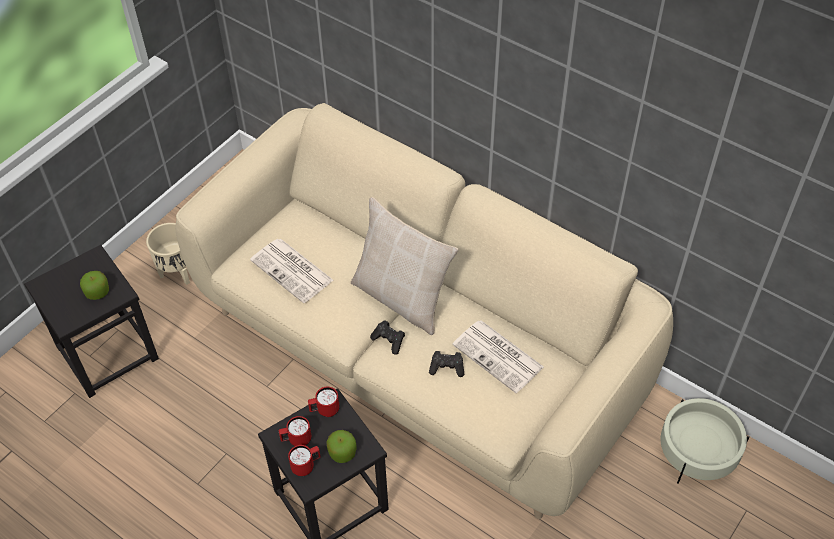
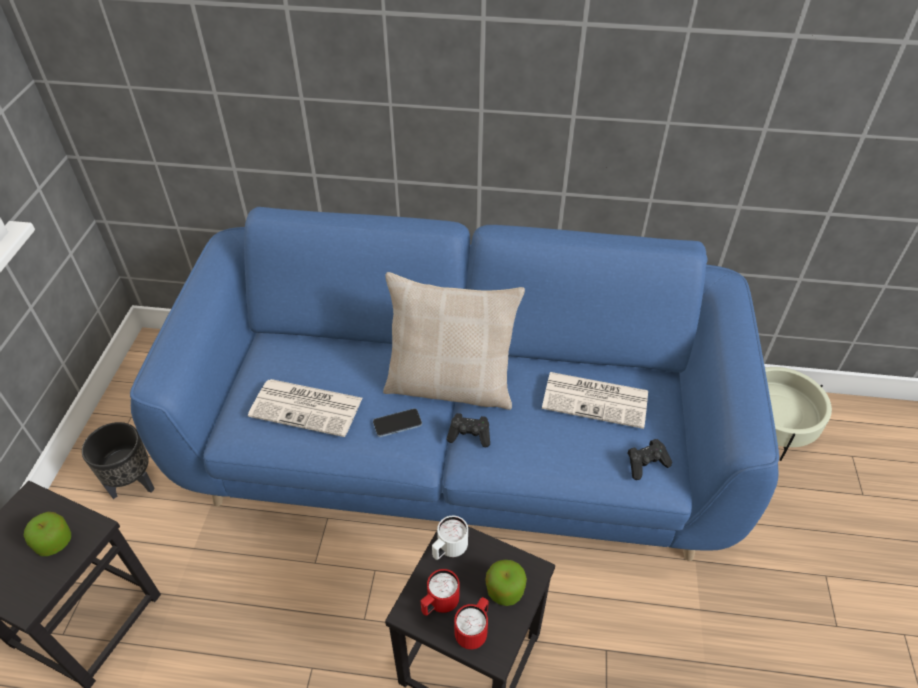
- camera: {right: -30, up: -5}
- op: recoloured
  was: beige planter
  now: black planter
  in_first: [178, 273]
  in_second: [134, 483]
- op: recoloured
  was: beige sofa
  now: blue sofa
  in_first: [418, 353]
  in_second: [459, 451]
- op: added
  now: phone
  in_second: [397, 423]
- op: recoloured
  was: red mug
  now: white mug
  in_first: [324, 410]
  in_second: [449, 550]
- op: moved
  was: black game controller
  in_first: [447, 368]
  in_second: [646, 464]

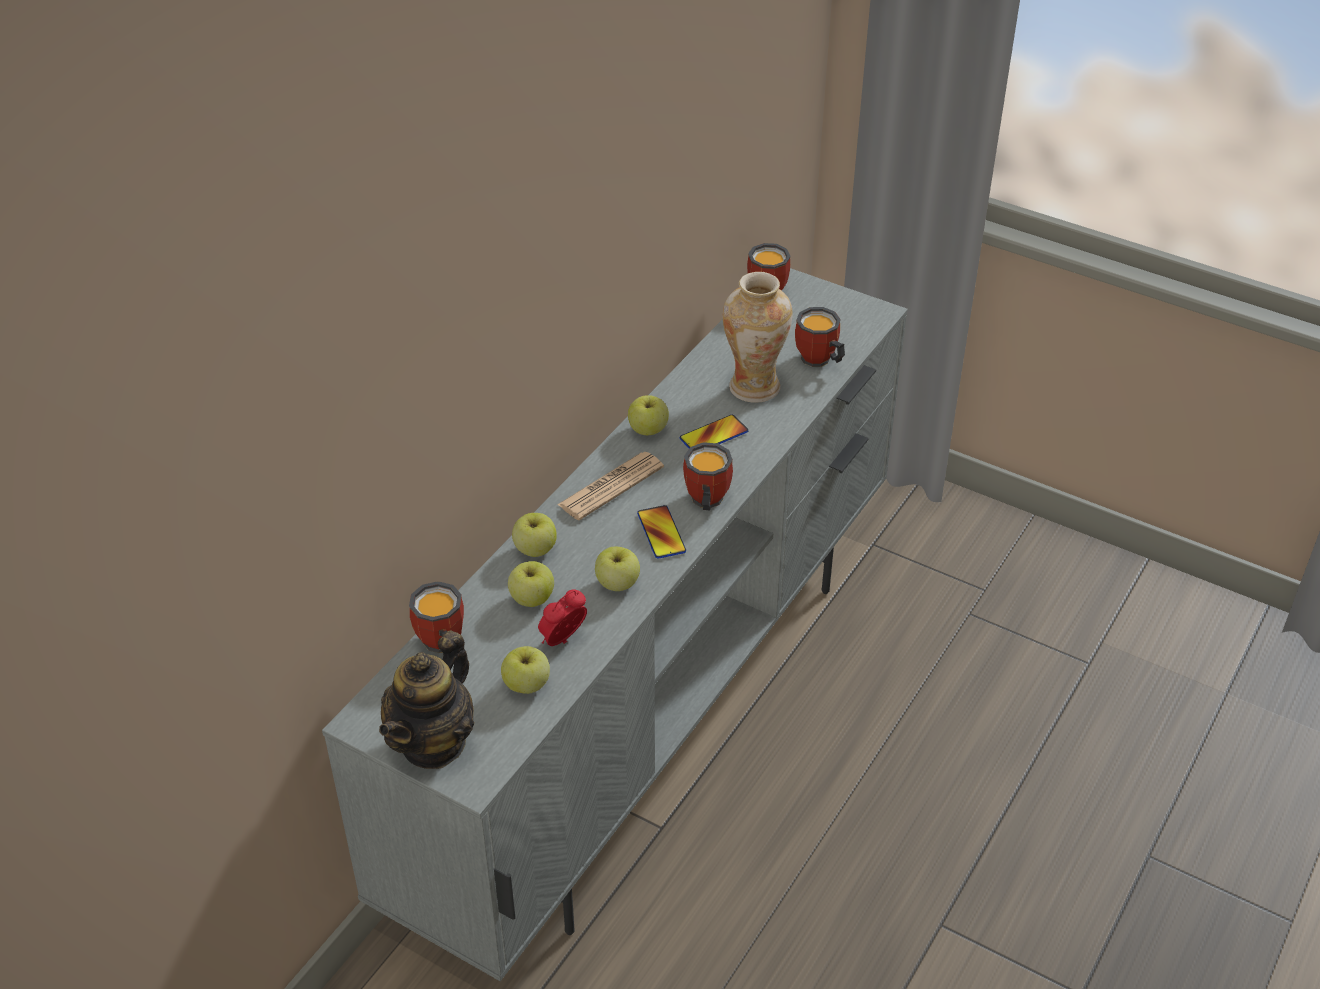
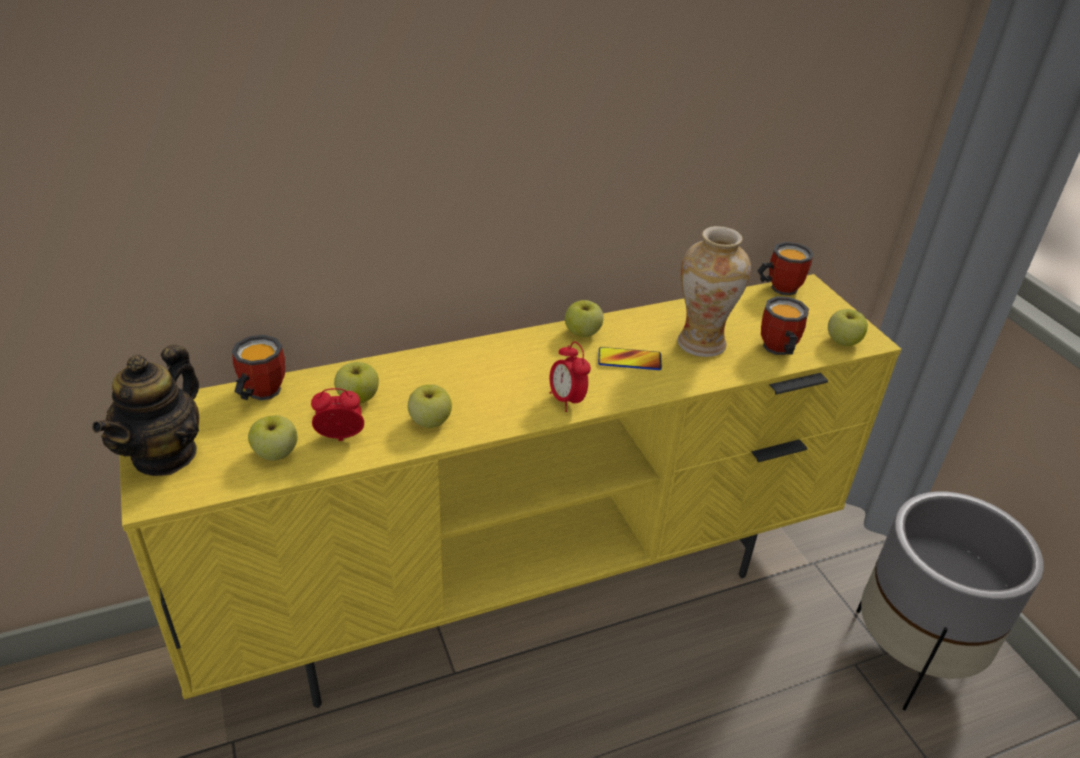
- camera: {right: 35, up: -5}
- op: turned
  was: teapot
  in_first: [433, 742]
  in_second: [165, 454]
  clockwise: -45
- op: recoloured
  was: grey tv stand
  now: yellow tv stand
  in_first: [656, 717]
  in_second: [529, 590]
- op: replaced
  was: mug
  now: alarm clock
  in_first: [704, 501]
  in_second: [567, 400]
- op: moved
  was: apple
  in_first: [535, 549]
  in_second: [842, 341]
- op: added
  now: grey planter
  in_second: [910, 655]
- op: removed
  was: newspaper
  in_first: [611, 486]
- op: removed
  was: phone
  in_first: [661, 533]

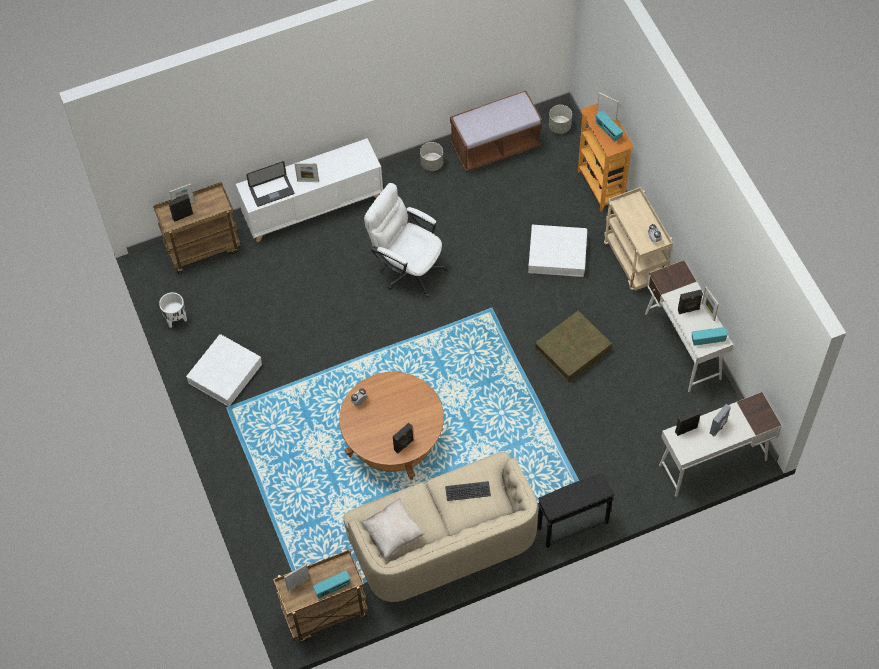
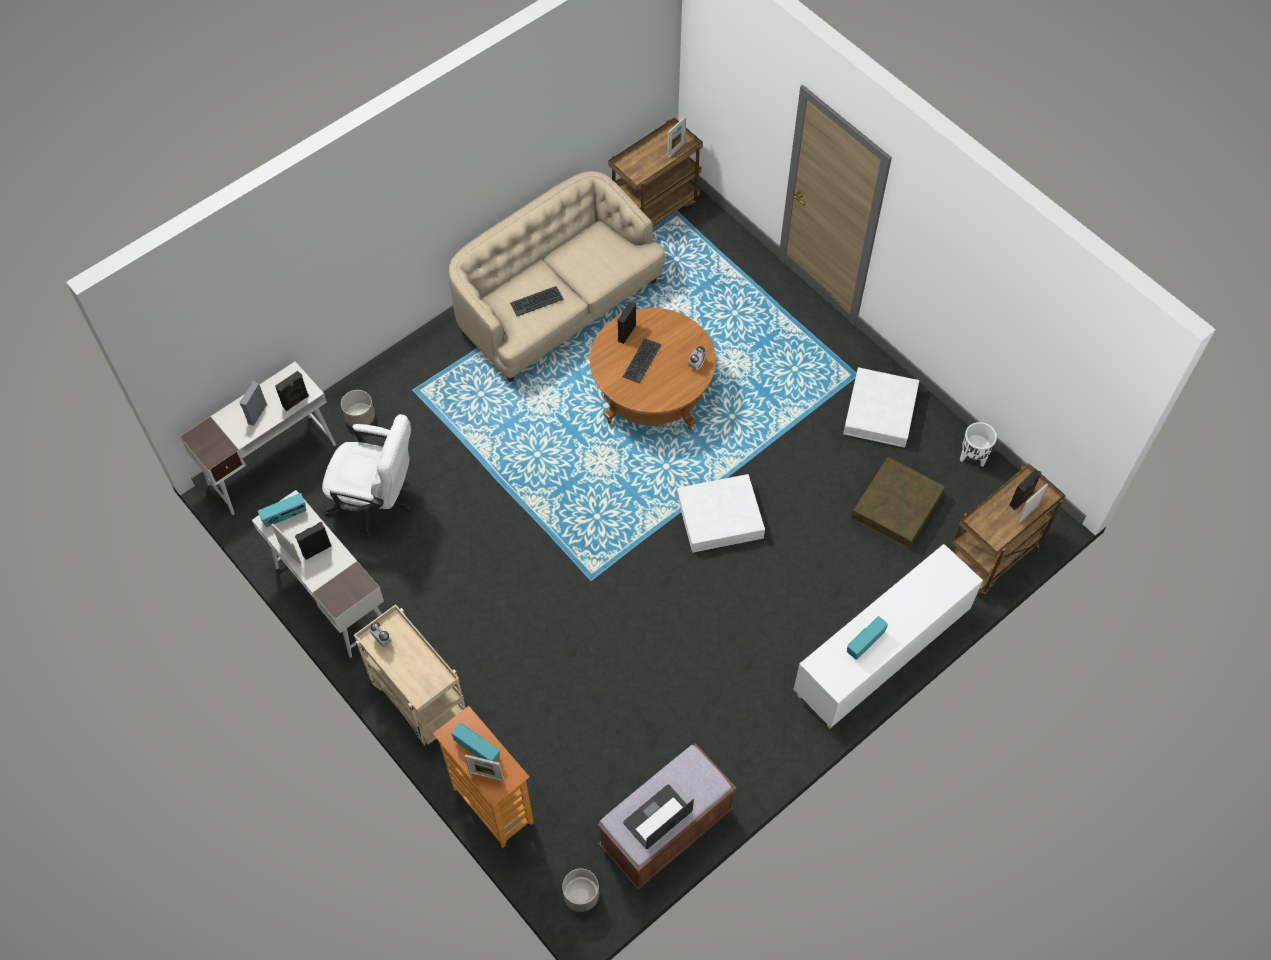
- camera: {right: 160, up: 0}
- op: moved
  was: white office chair
  in_first: [407, 268]
  in_second: [377, 503]
- op: moved
  was: grey planter
  in_first: [432, 163]
  in_second: [360, 418]
- op: added
  now: keyboard
  in_second: [641, 360]
- op: moved
  was: laptop
  in_first: [271, 191]
  in_second: [657, 817]
- op: moved
  was: white storage box
  in_first: [557, 254]
  in_second: [720, 517]
- op: moved
  was: radio
  in_first: [332, 588]
  in_second: [864, 643]
- op: moved
  was: brown storage box
  in_first: [573, 350]
  in_second: [896, 507]
- op: removed
  was: picture frame
  in_first: [308, 181]
- op: removed
  was: beige pillow
  in_first: [393, 533]
- op: removed
  was: black side table
  in_first: [572, 525]

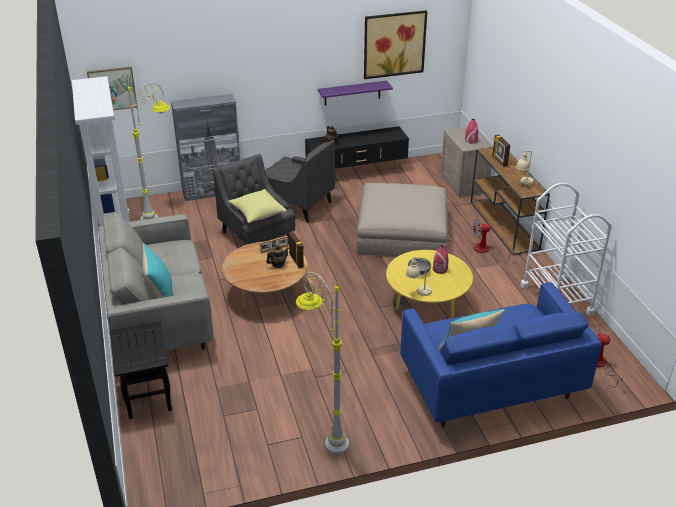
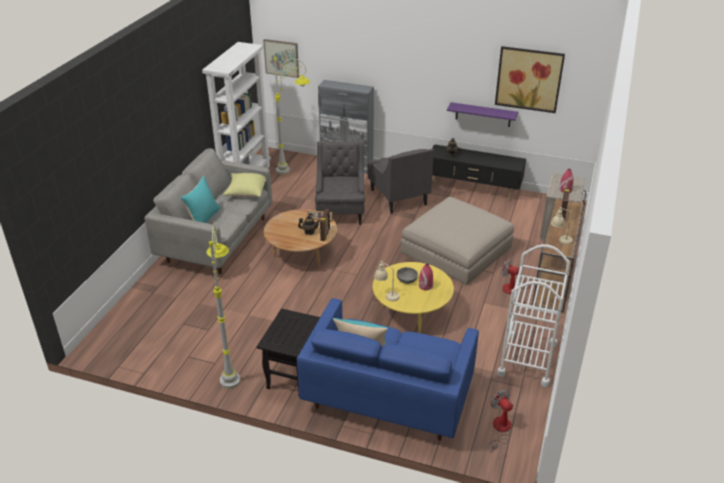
- camera: {right: 35, up: 0}
- op: moved
  was: yellow pillow
  in_first: [257, 213]
  in_second: [246, 191]
- op: moved
  was: black side table
  in_first: [146, 394]
  in_second: [293, 374]

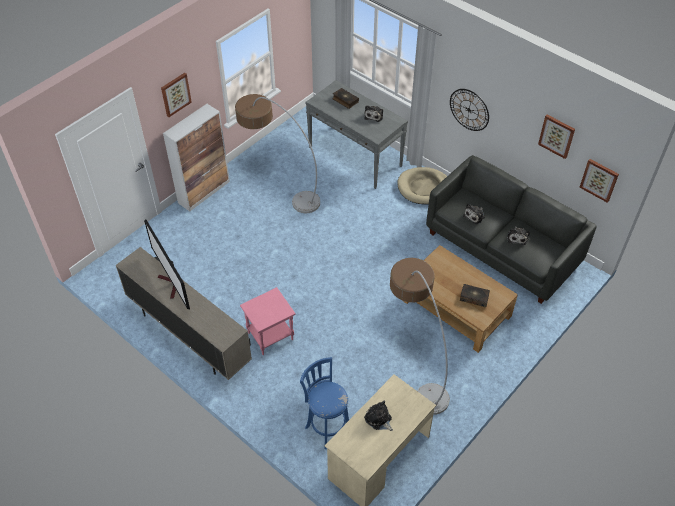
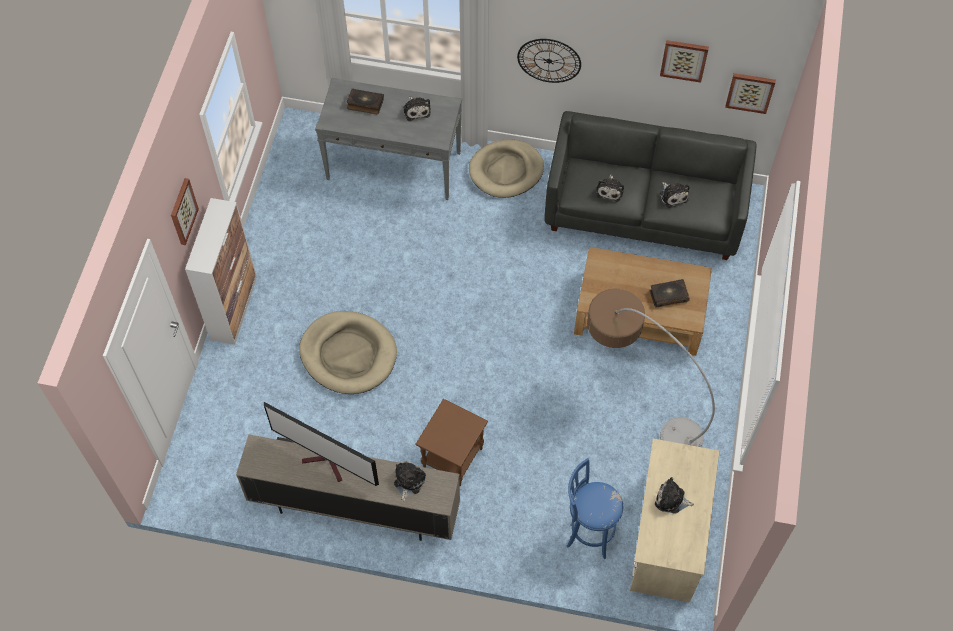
- camera: {right: -30, up: 10}
- op: added
  now: beige dog bed
  in_second: [348, 354]
- op: added
  now: plush toy
  in_second: [408, 481]
- op: recoloured
  was: pink side table
  now: brown side table
  in_first: [270, 337]
  in_second: [453, 459]
- op: removed
  was: floor lamp
  in_first: [278, 184]

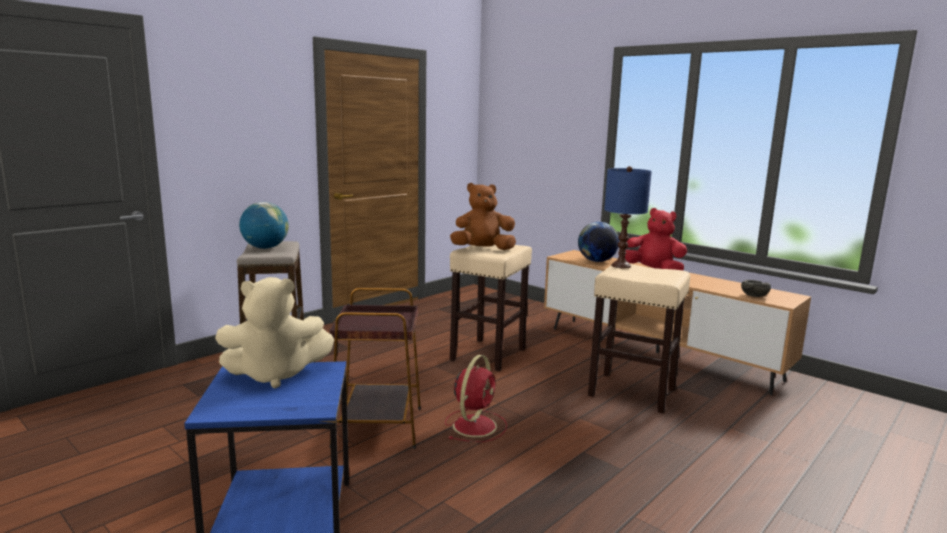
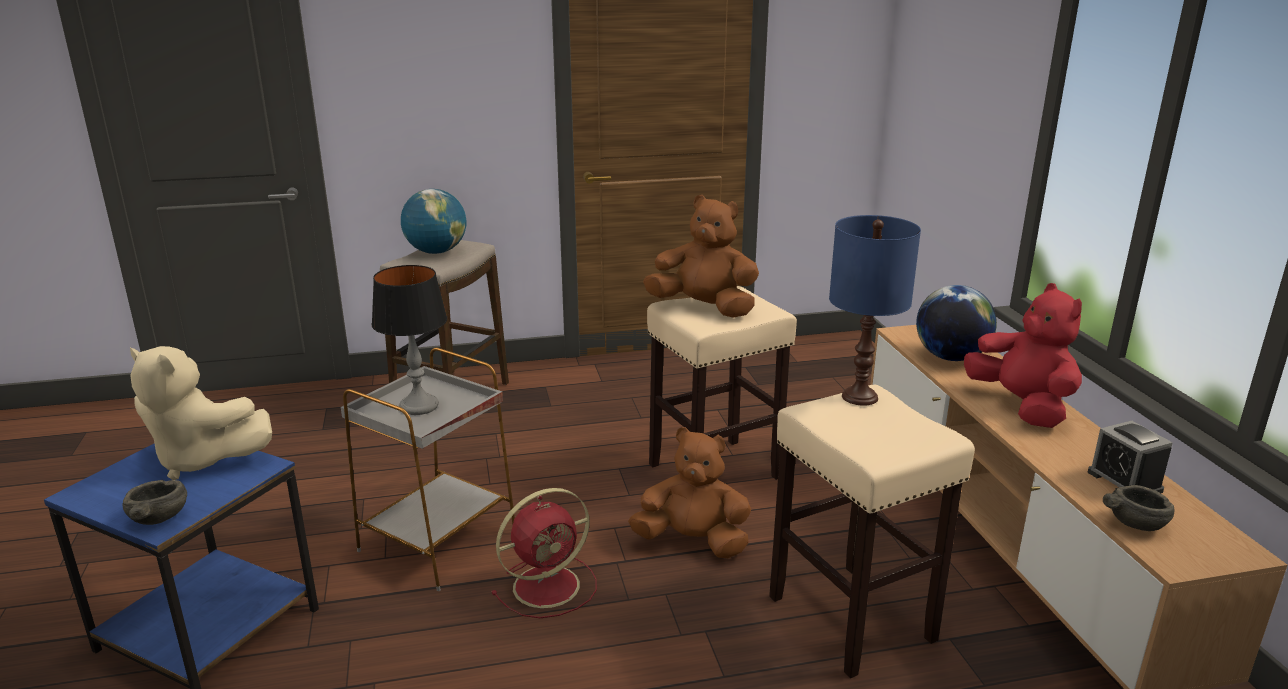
- camera: {right: 35, up: 10}
- op: added
  now: grey bowl
  in_second: [158, 518]
- op: recoloured
  was: brown side table
  now: grey side table
  in_first: [378, 426]
  in_second: [439, 541]
- op: added
  now: table lamp
  in_second: [419, 406]
- op: added
  now: brown plush toy
  in_second: [692, 542]
- op: added
  now: alarm clock
  in_second: [1124, 481]

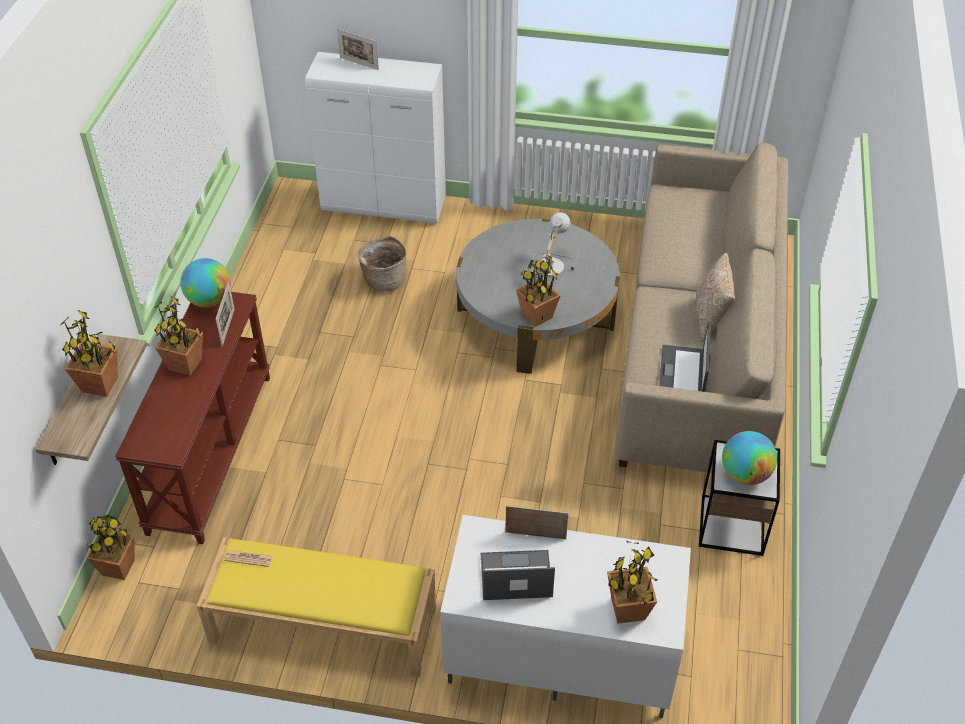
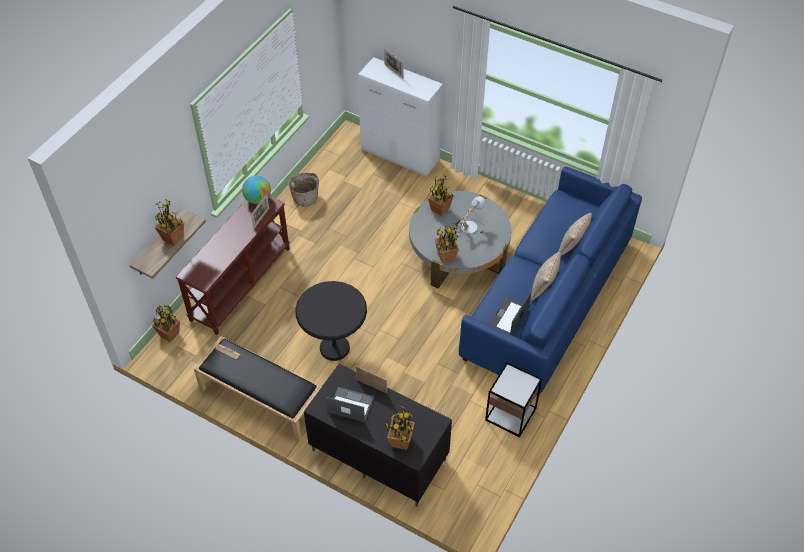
- camera: {right: 20, up: 5}
- op: recoloured
  was: yellow bench
  now: black bench
  in_first: [322, 625]
  in_second: [260, 398]
- op: moved
  was: basket
  in_first: [384, 279]
  in_second: [305, 198]
- op: added
  now: black side table
  in_second: [334, 348]
- op: recoloured
  was: white tv stand
  now: black tv stand
  in_first: [559, 655]
  in_second: [377, 455]
- op: moved
  was: potted plant
  in_first: [186, 364]
  in_second: [440, 209]
- op: recoloured
  was: beige sofa
  now: blue sofa
  in_first: [698, 346]
  in_second: [547, 299]
- op: added
  now: pillow
  in_second: [572, 247]
- op: removed
  was: globe
  in_first: [745, 474]

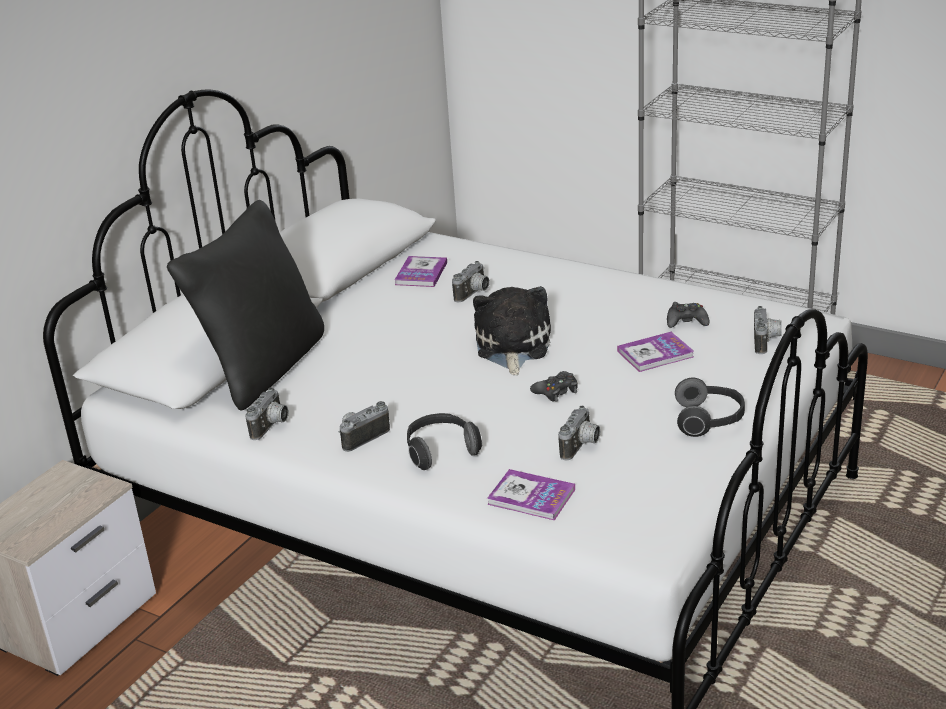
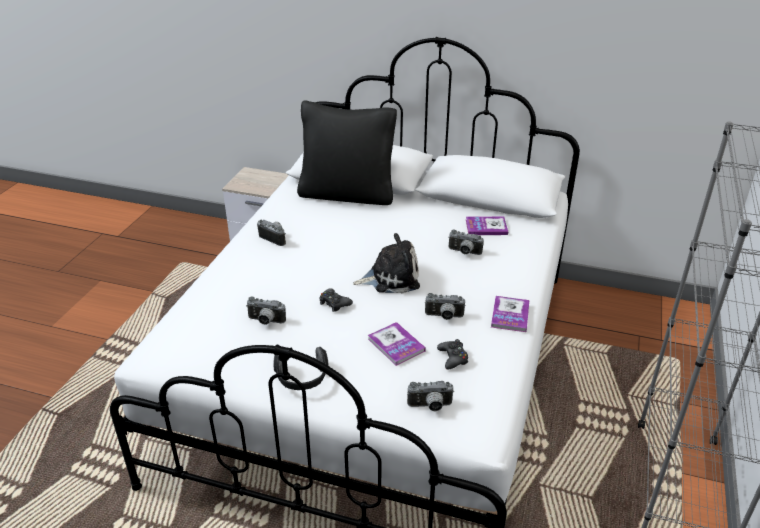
- camera: {right: 75, up: 5}
- op: moved
  was: photo camera
  in_first: [272, 426]
  in_second: [444, 317]
- op: moved
  was: book
  in_first: [531, 497]
  in_second: [510, 315]
- op: removed
  was: headphones
  in_first: [440, 451]

